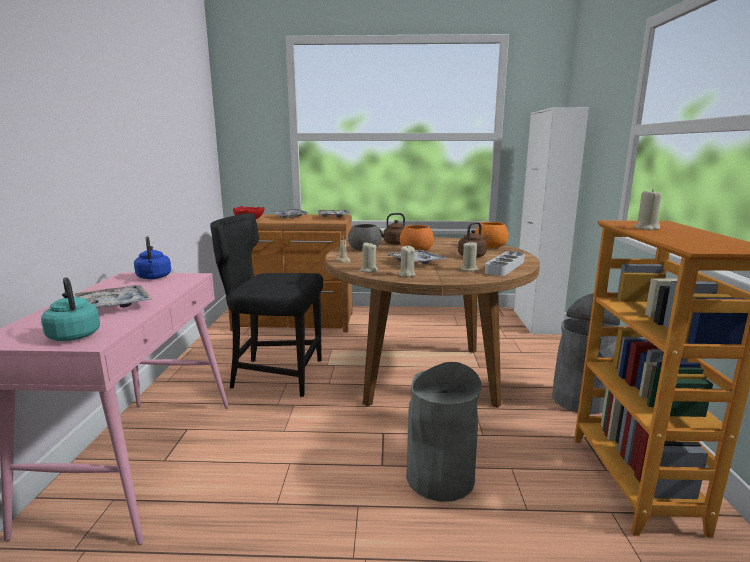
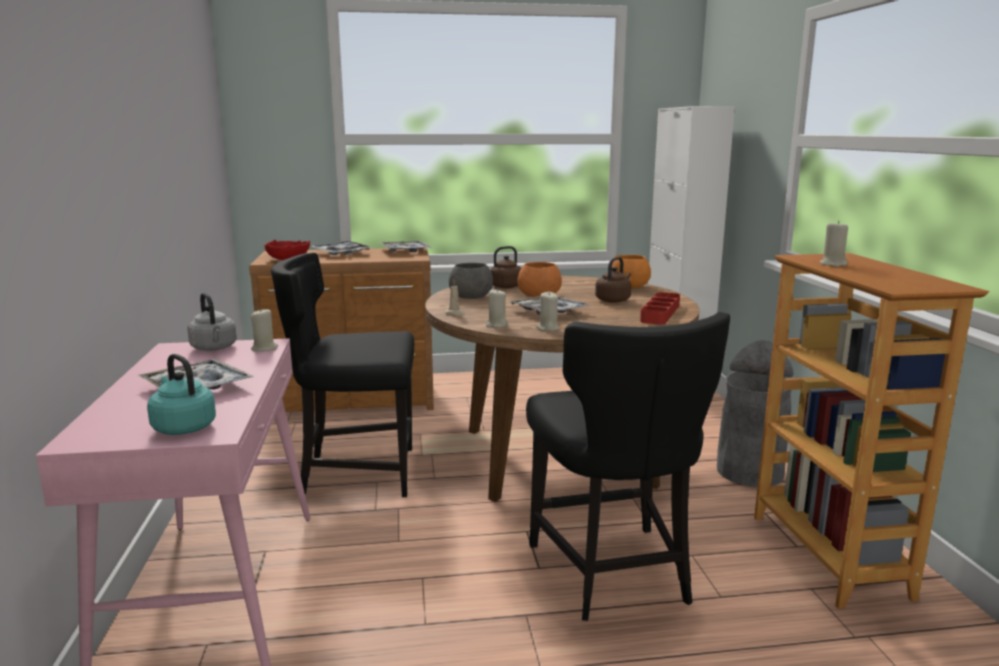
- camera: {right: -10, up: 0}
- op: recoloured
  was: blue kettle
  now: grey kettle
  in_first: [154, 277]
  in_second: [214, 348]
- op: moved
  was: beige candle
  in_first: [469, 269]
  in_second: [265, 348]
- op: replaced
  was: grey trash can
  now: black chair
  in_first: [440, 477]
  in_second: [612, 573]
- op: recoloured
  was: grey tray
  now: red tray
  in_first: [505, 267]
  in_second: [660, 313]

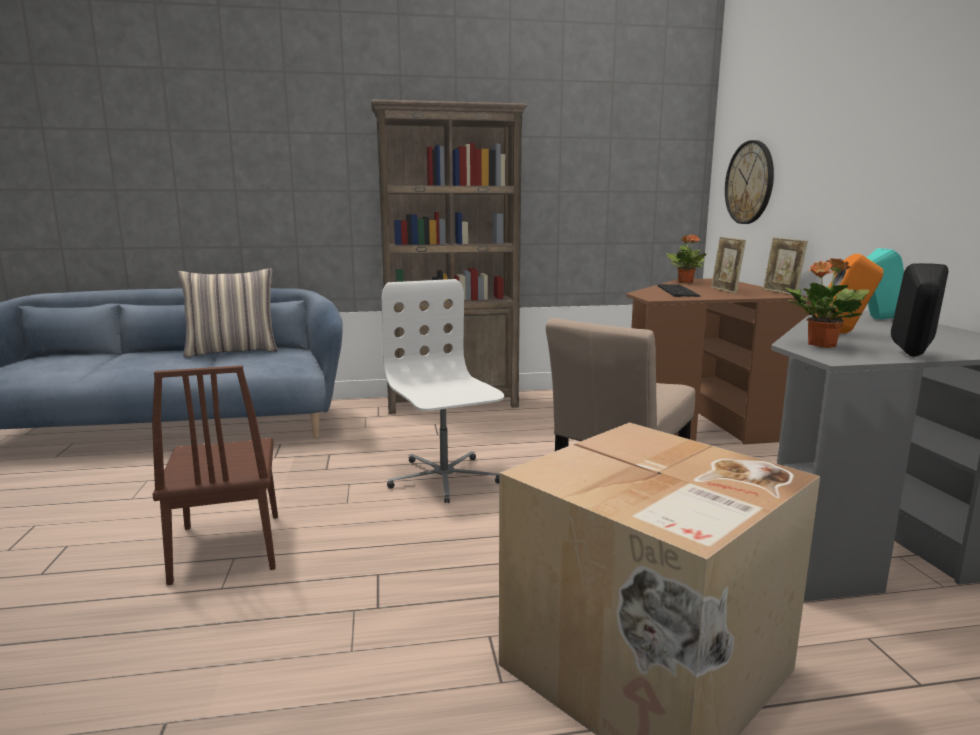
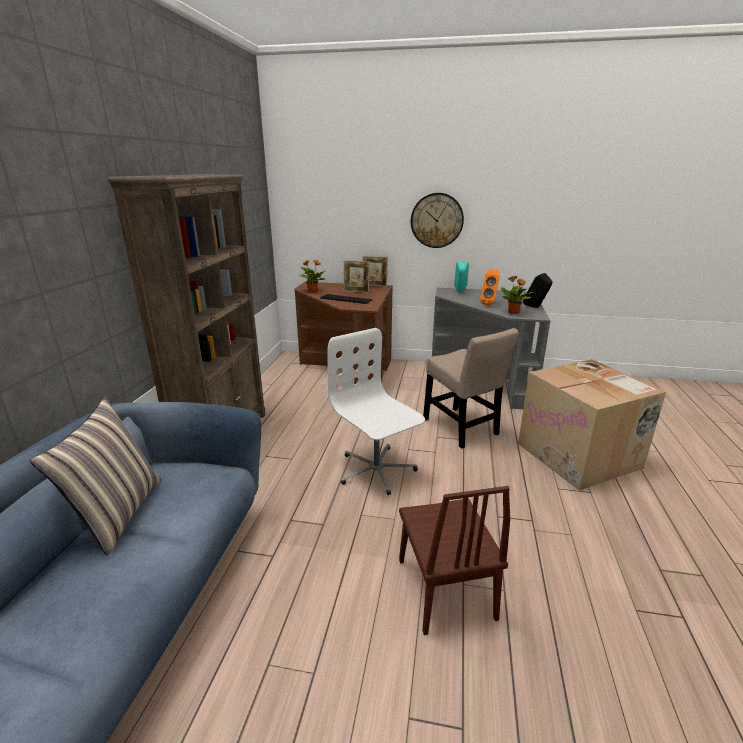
- camera: {right: -70, up: 10}
- op: turned
  was: white office chair
  in_first: [443, 478]
  in_second: [376, 470]
  clockwise: 60
- op: turned
  was: brown chair
  in_first: [227, 546]
  in_second: [445, 588]
  clockwise: 75
- op: moved
  was: wall clock
  in_first: [749, 182]
  in_second: [437, 220]

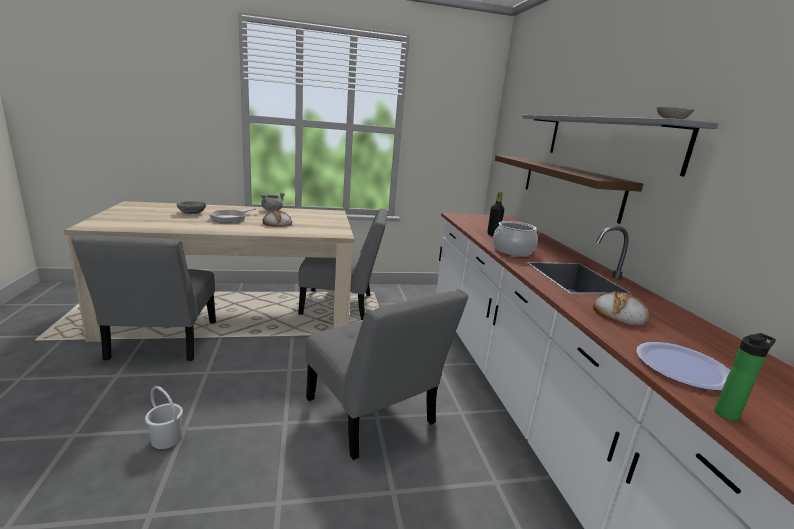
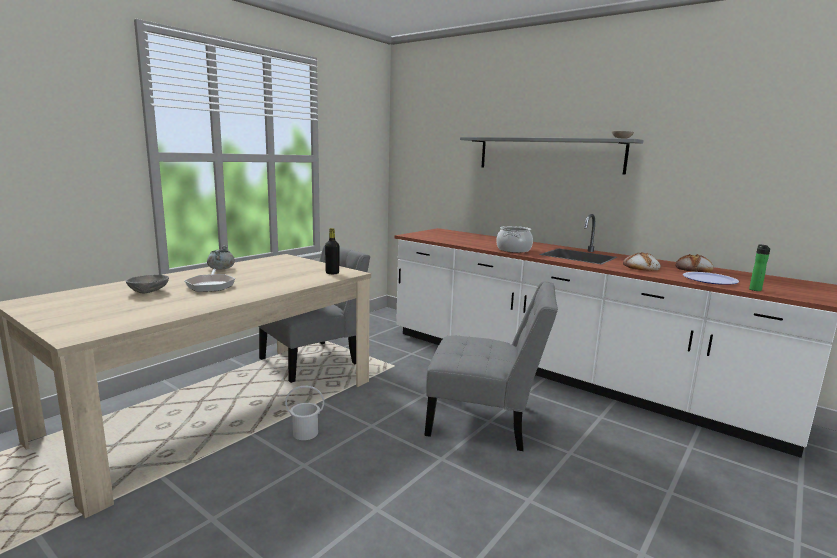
- camera: {right: -40, up: -5}
- op: moved
  was: white bucket
  in_first: [167, 438]
  in_second: [305, 433]
- op: moved
  was: black bottle
  in_first: [493, 234]
  in_second: [332, 273]
- op: moved
  was: bread
  in_first: [277, 223]
  in_second: [694, 269]
- op: removed
  was: grey chair
  in_first: [161, 343]
- op: removed
  was: brown shelf
  in_first: [568, 185]

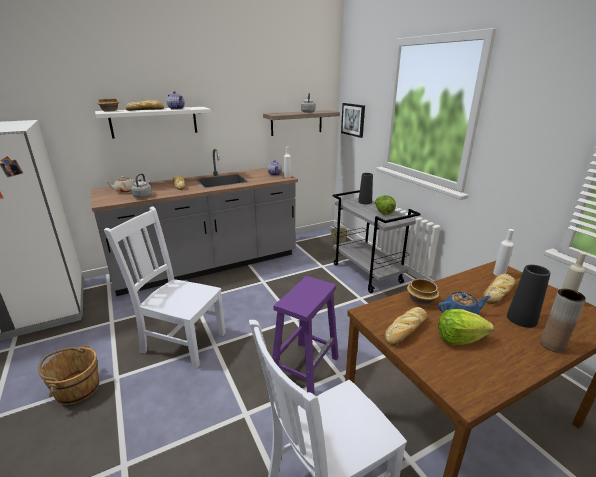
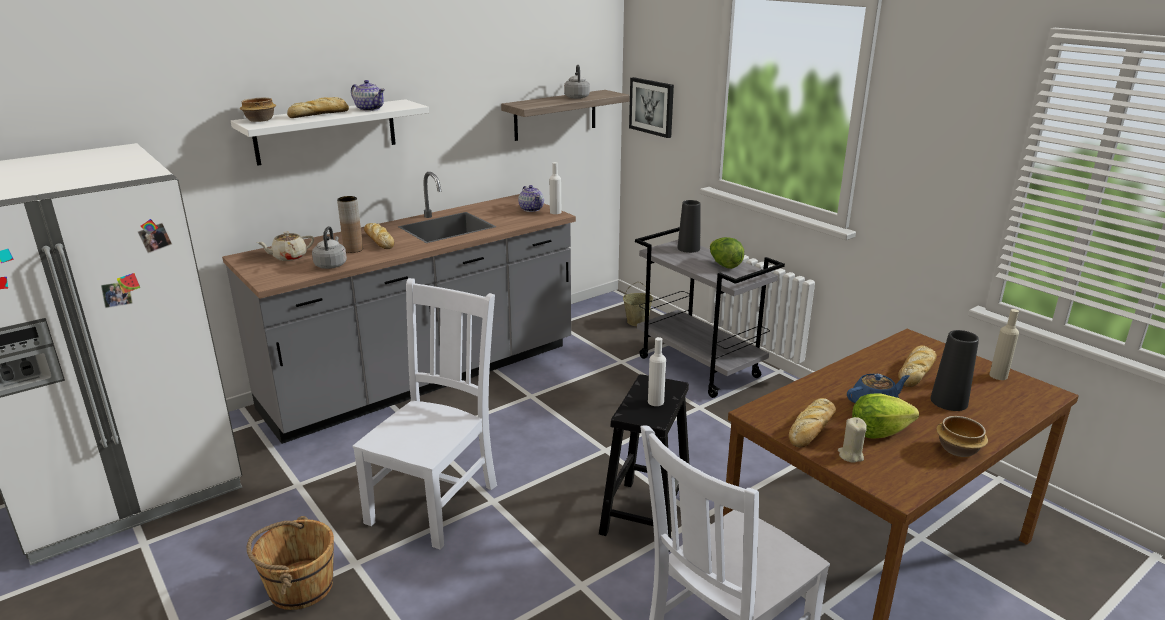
- camera: {right: -10, up: 0}
- op: moved
  was: brown vase
  in_first: [552, 345]
  in_second: [353, 249]
- op: turned
  was: white chair
  in_first: [181, 341]
  in_second: [436, 501]
  clockwise: 105
- op: recoloured
  was: purple stool
  now: black stool
  in_first: [305, 366]
  in_second: [646, 513]
- op: moved
  was: white bottle
  in_first: [499, 274]
  in_second: [655, 402]
- op: added
  now: beige candle
  in_second: [850, 455]
- op: moved
  was: bowl
  in_first: [421, 300]
  in_second: [957, 449]

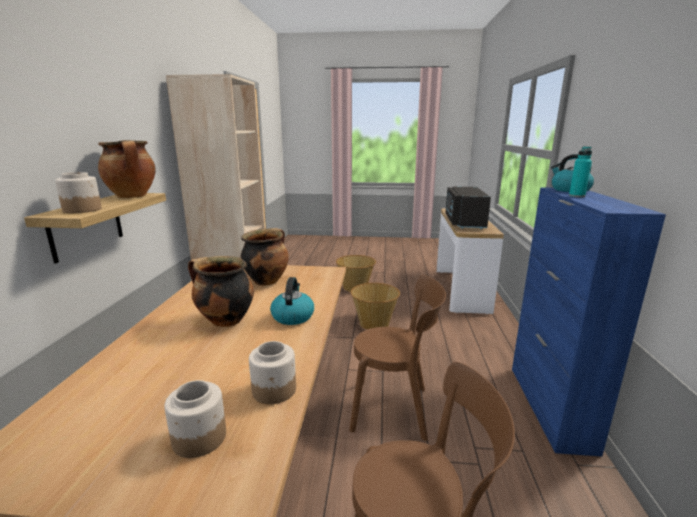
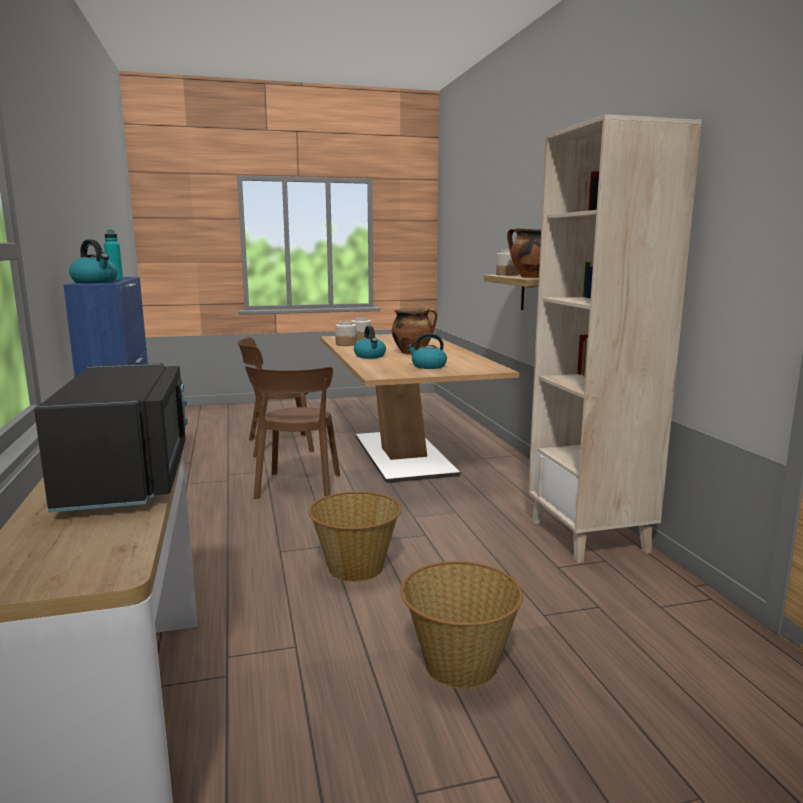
- camera: {right: 160, up: -5}
- op: turned
  was: brown chair
  in_first: [395, 409]
  in_second: [298, 488]
  clockwise: -75
- op: replaced
  was: cooking pot
  now: kettle
  in_first: [266, 281]
  in_second: [428, 366]

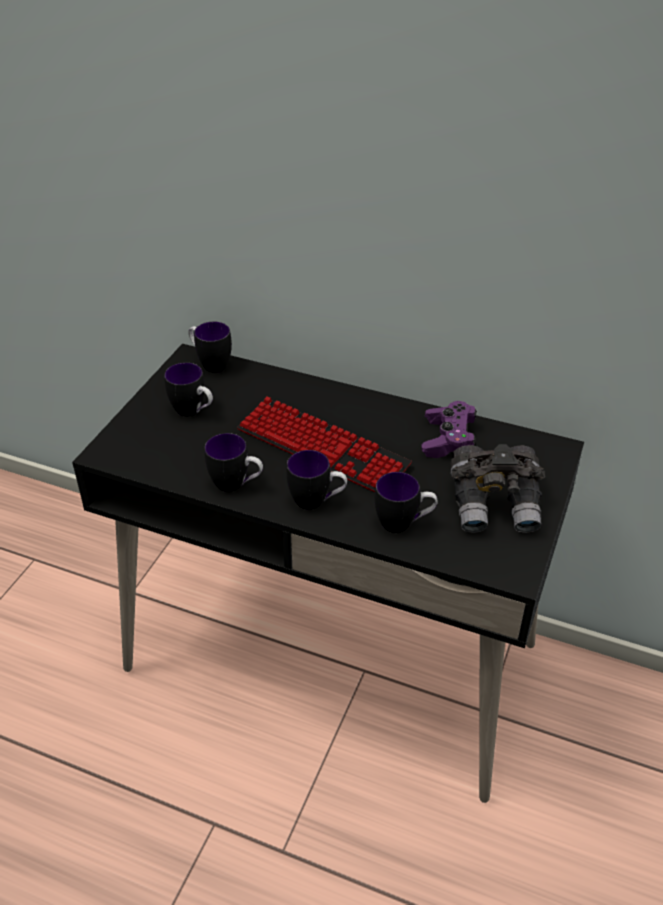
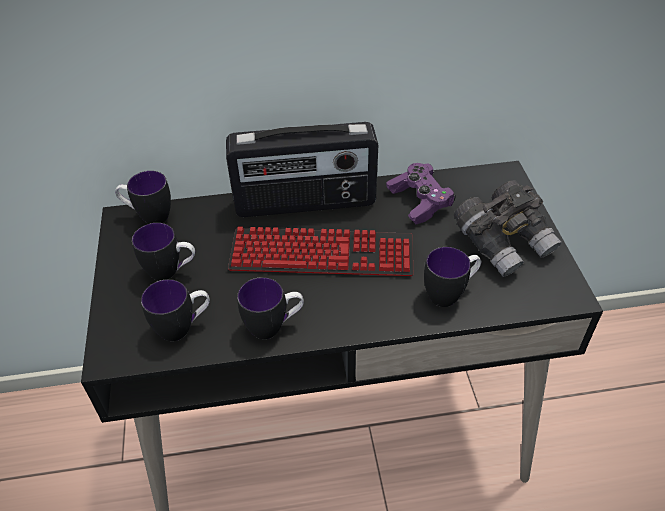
- camera: {right: -30, up: 5}
- op: moved
  was: mug
  in_first: [317, 502]
  in_second: [183, 327]
- op: added
  now: radio
  in_second: [305, 203]

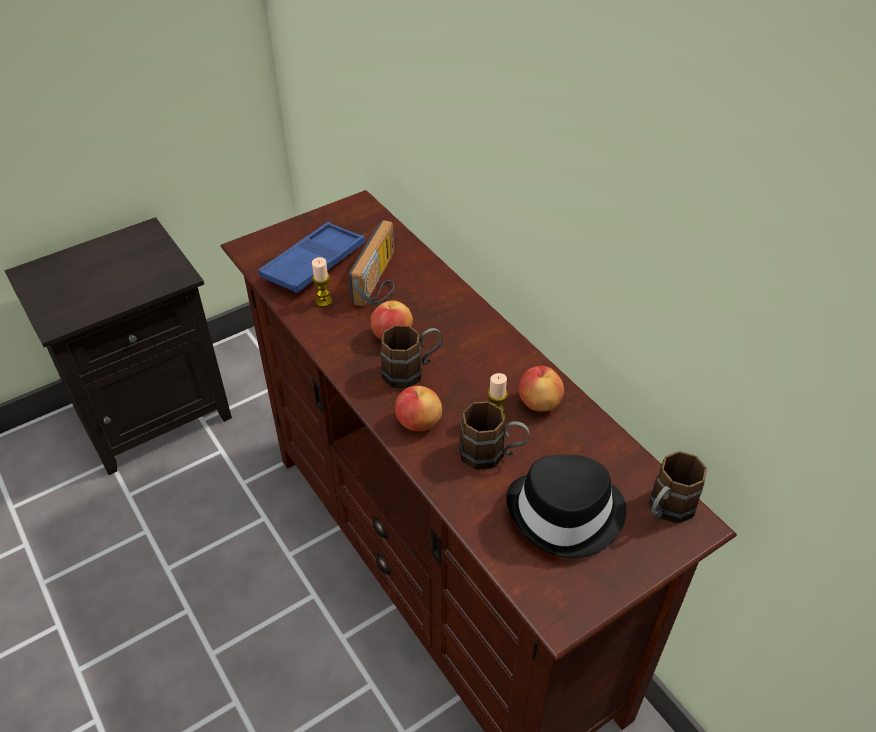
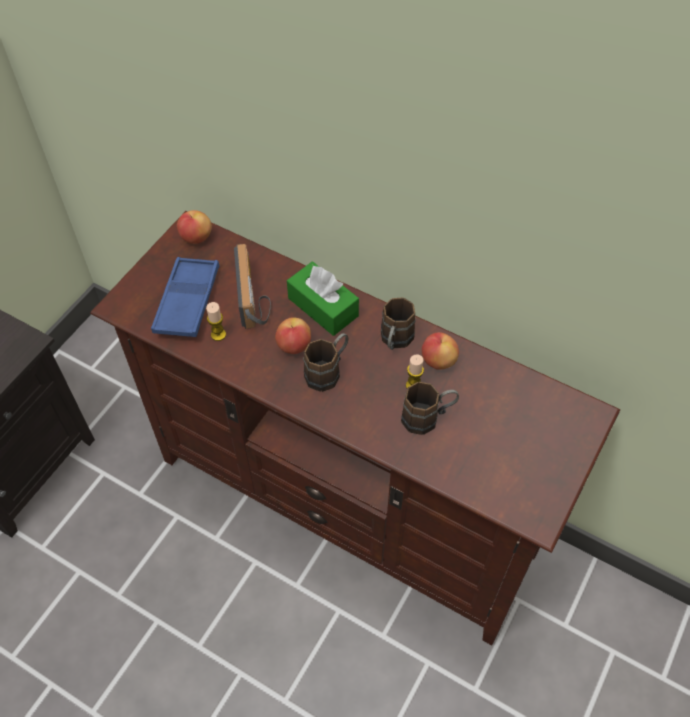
- camera: {right: -25, up: 10}
- op: moved
  was: apple
  in_first: [418, 422]
  in_second: [196, 237]
- op: added
  now: green tissue box
  in_second: [323, 307]
- op: moved
  was: brown mug
  in_first: [666, 511]
  in_second: [395, 341]
- op: removed
  was: black hat
  in_first: [566, 514]

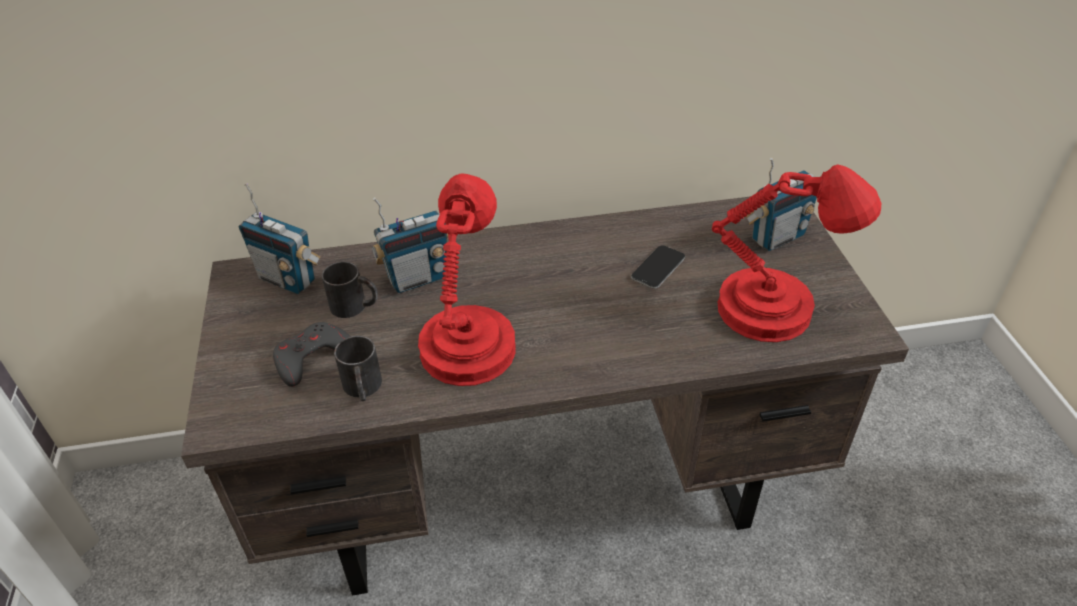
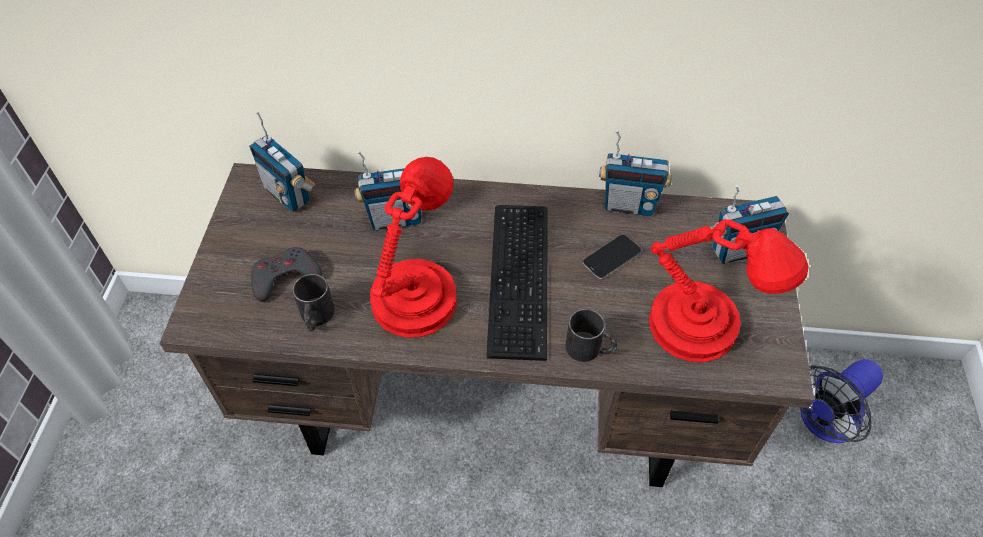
- camera: {right: 15, up: 10}
- op: added
  now: keyboard
  in_second: [522, 276]
- op: moved
  was: black mug
  in_first: [355, 306]
  in_second: [590, 349]
- op: added
  now: radio
  in_second: [629, 205]
- op: added
  now: fan
  in_second: [823, 422]

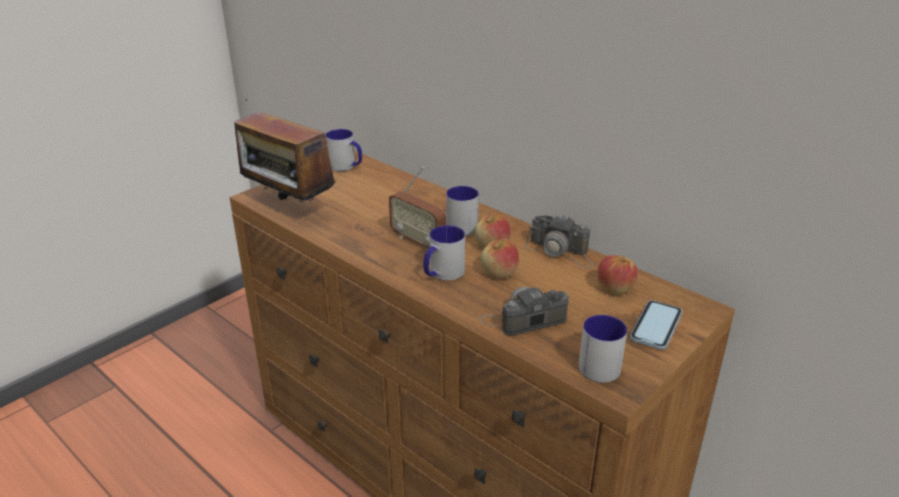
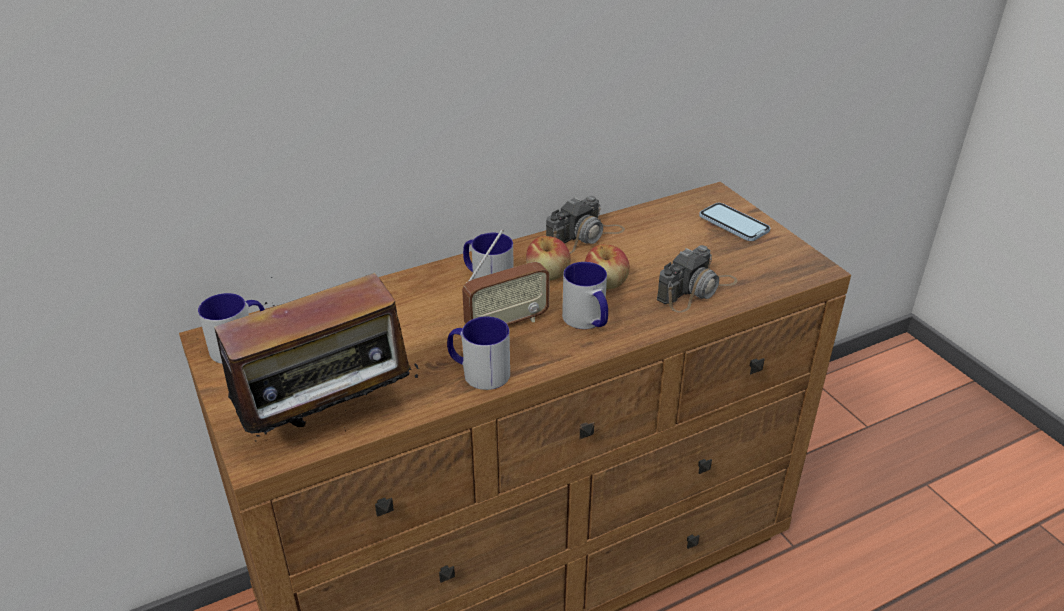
- camera: {right: -70, up: 5}
- op: moved
  was: mug
  in_first: [598, 362]
  in_second: [478, 372]
- op: turned
  was: photo camera
  in_first: [523, 319]
  in_second: [697, 290]
  clockwise: -135
- op: removed
  was: apple
  in_first: [615, 288]

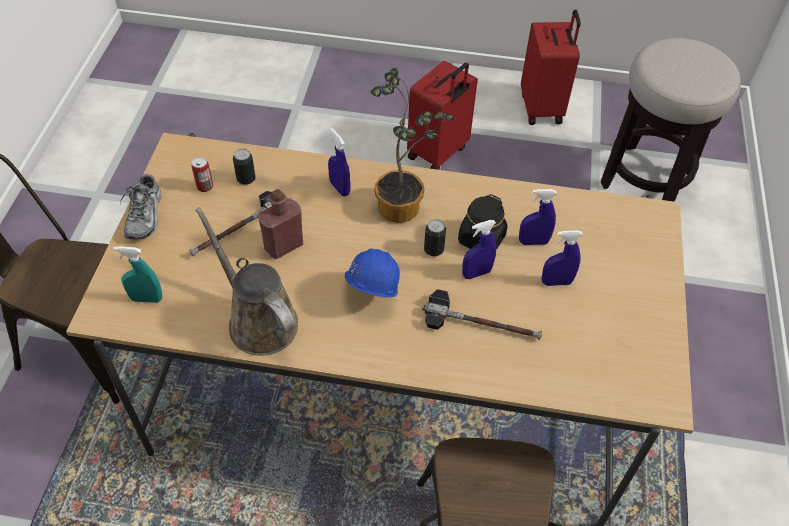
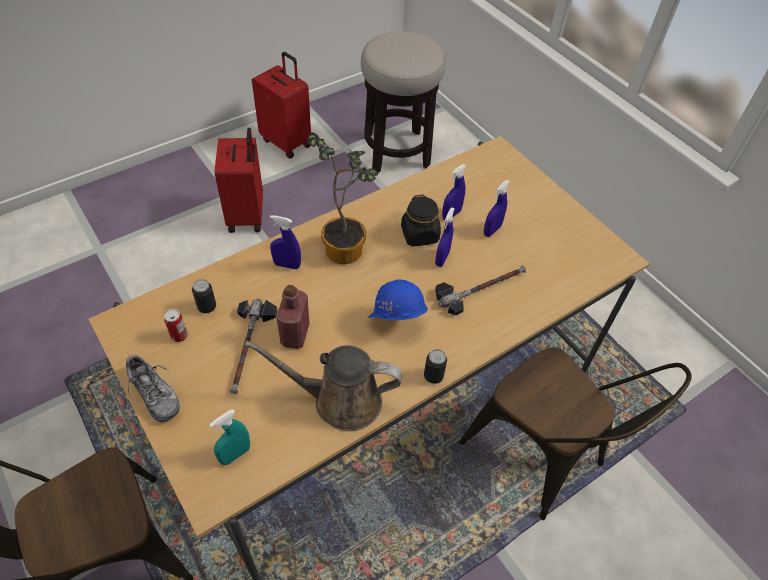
- camera: {right: -45, up: 0}
- op: moved
  was: can
  in_first: [433, 250]
  in_second: [433, 376]

